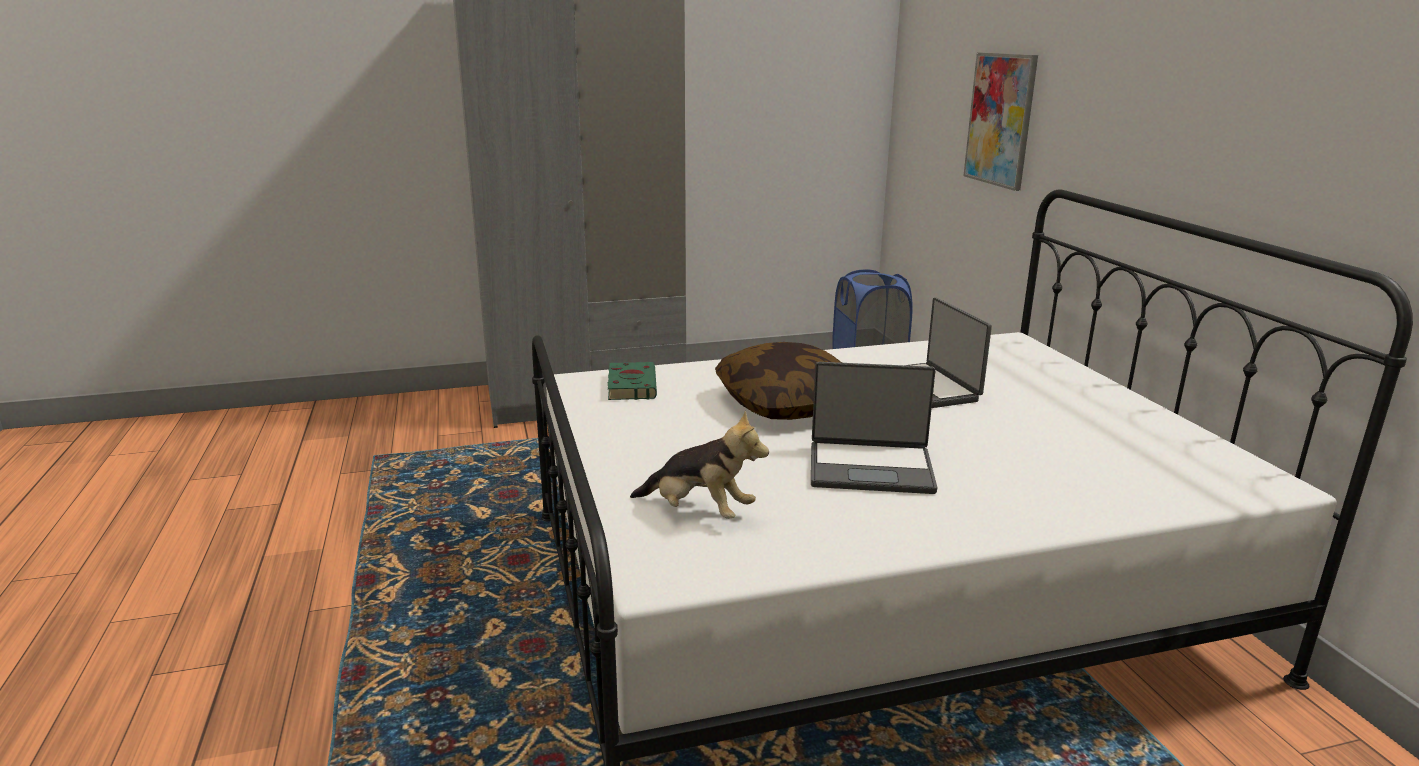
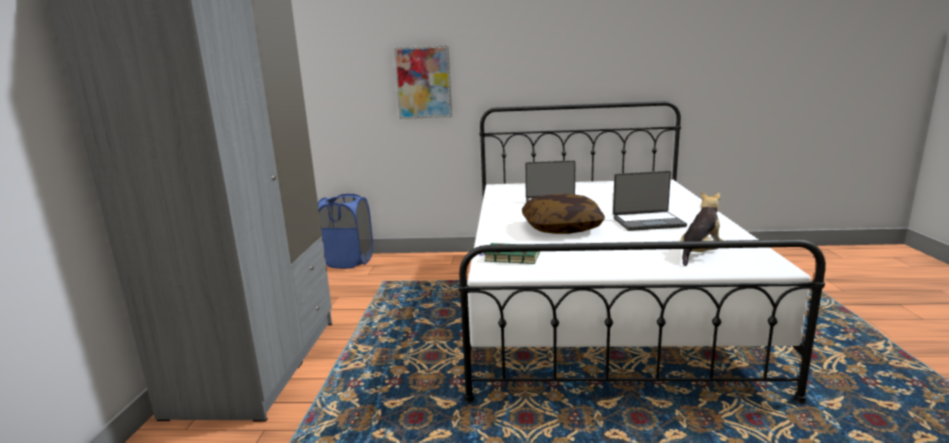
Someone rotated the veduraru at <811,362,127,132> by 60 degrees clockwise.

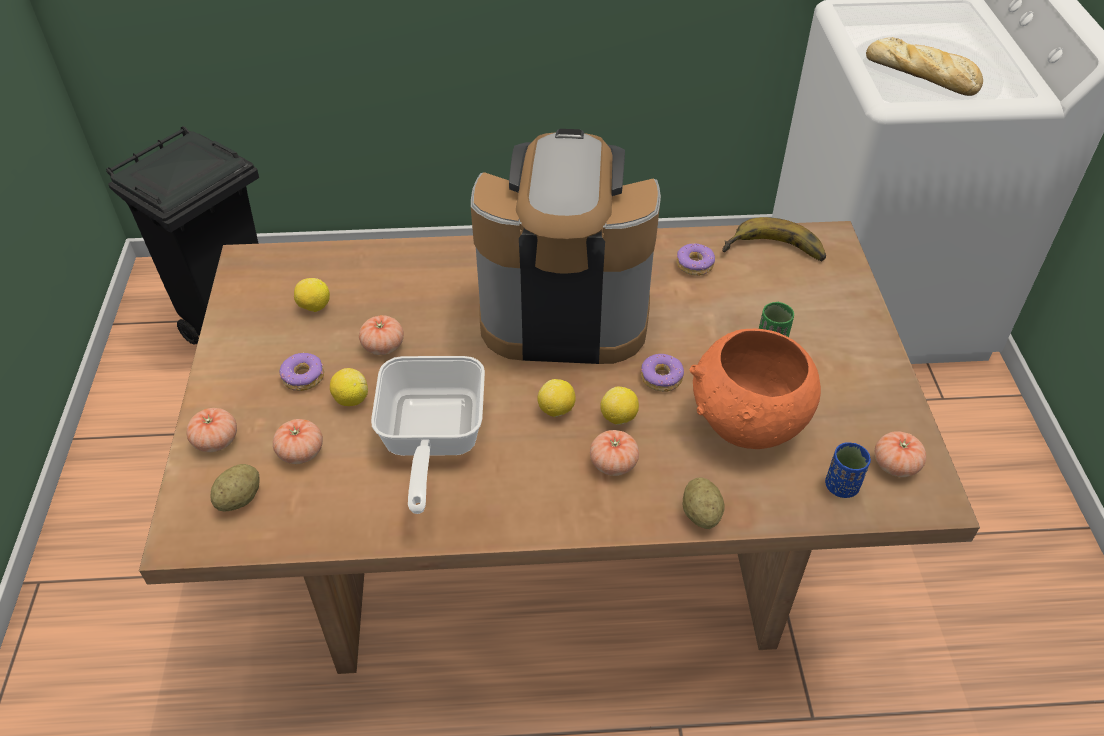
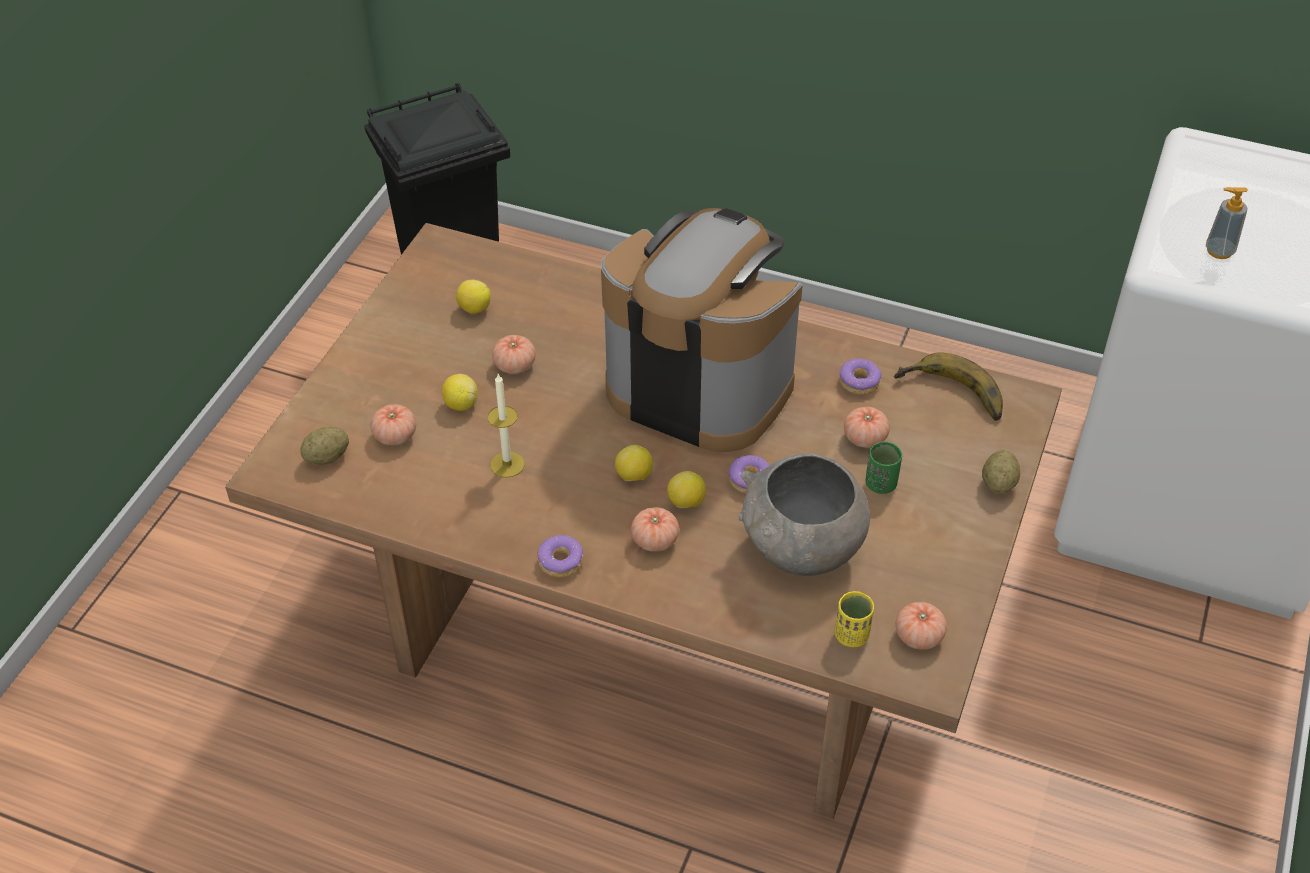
Someone carried the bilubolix from <187,408,50,44> to <844,407,46,41>. Someone carried the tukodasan from <279,352,45,39> to <537,535,46,43>. Someone swapped the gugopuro at <371,356,114,158> for the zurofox at <487,374,38,104>. Someone carried the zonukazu from <683,478,42,51> to <982,450,38,45>. Someone repainted the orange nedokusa at <690,329,131,120>, which became the grey nedokusa at <739,453,131,123>. Someone repainted the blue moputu at <825,442,46,56>, which became the yellow moputu at <835,591,39,56>. Someone swapped the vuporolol at <866,37,117,59> for the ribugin at <1206,187,42,72>.

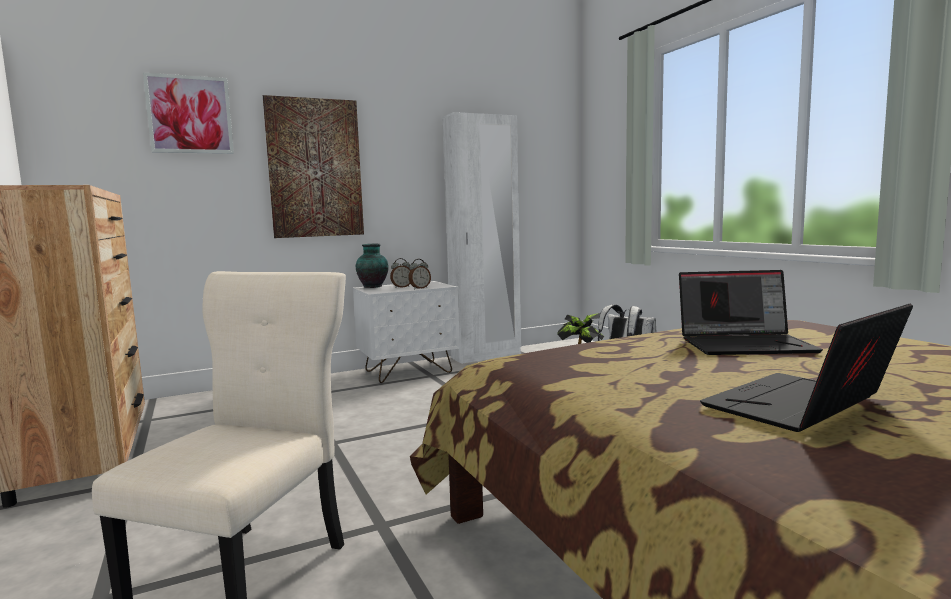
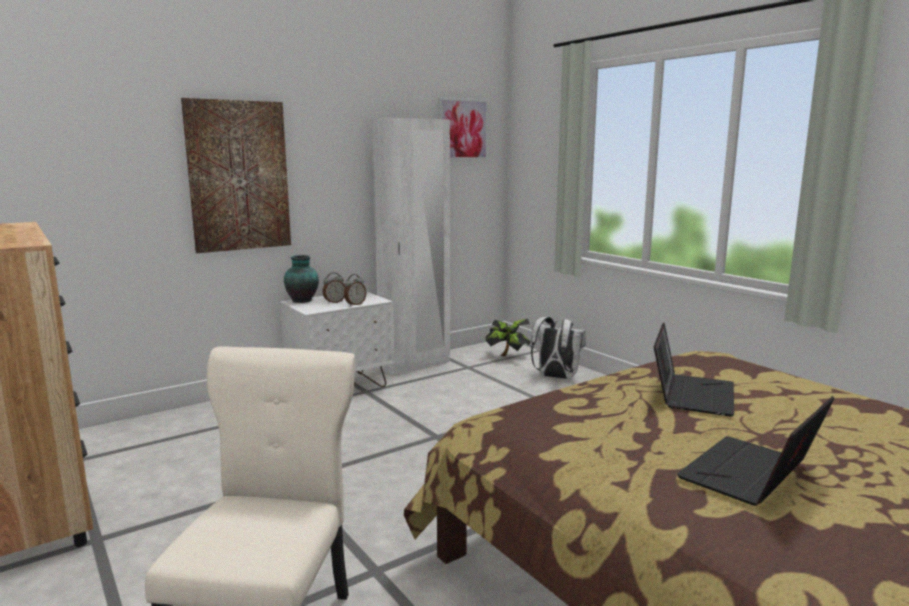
Someone carried the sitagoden from <143,72,91,82> to <438,97,51,63>. Someone rotated the veduraru at <679,270,144,85> by 60 degrees counterclockwise.

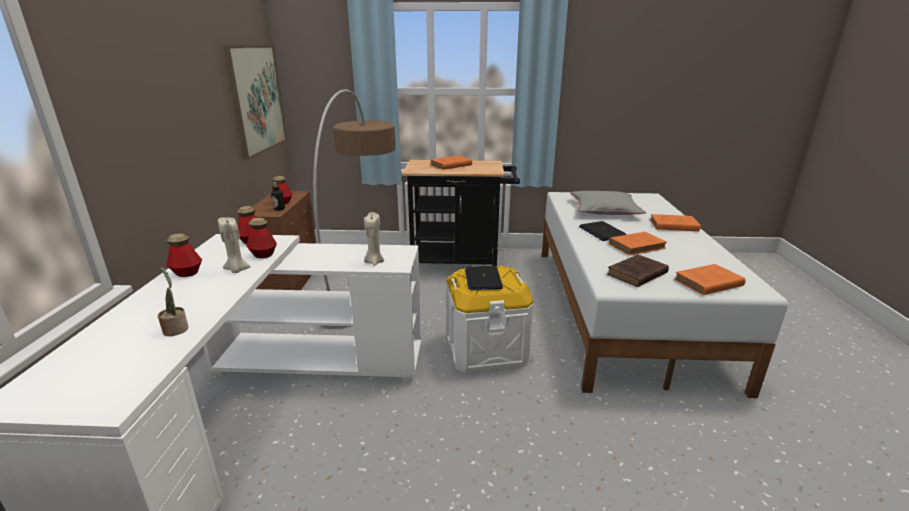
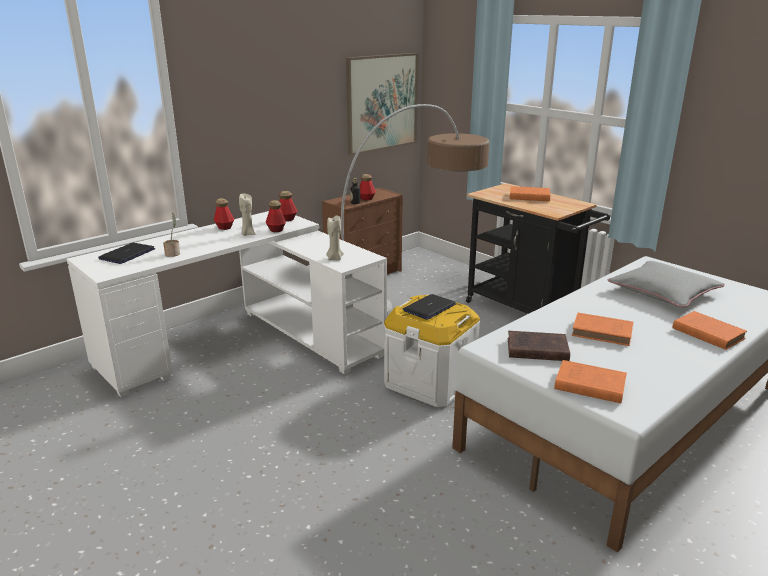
Someone carried the veduraru from <579,221,48,20> to <98,243,57,21>.

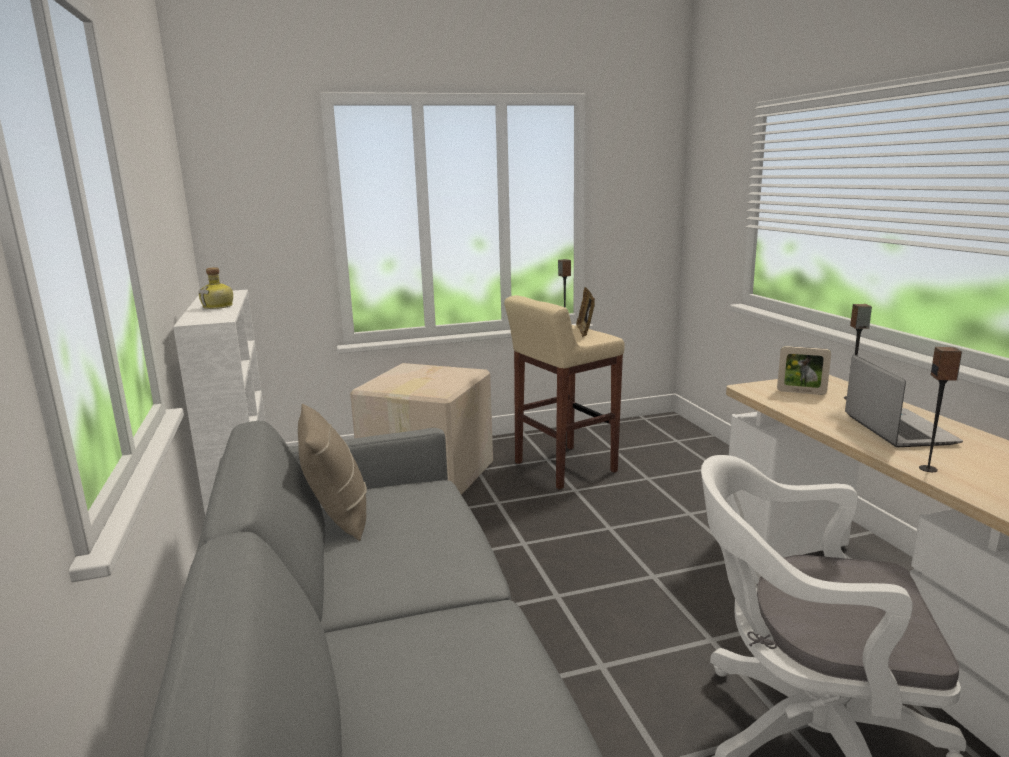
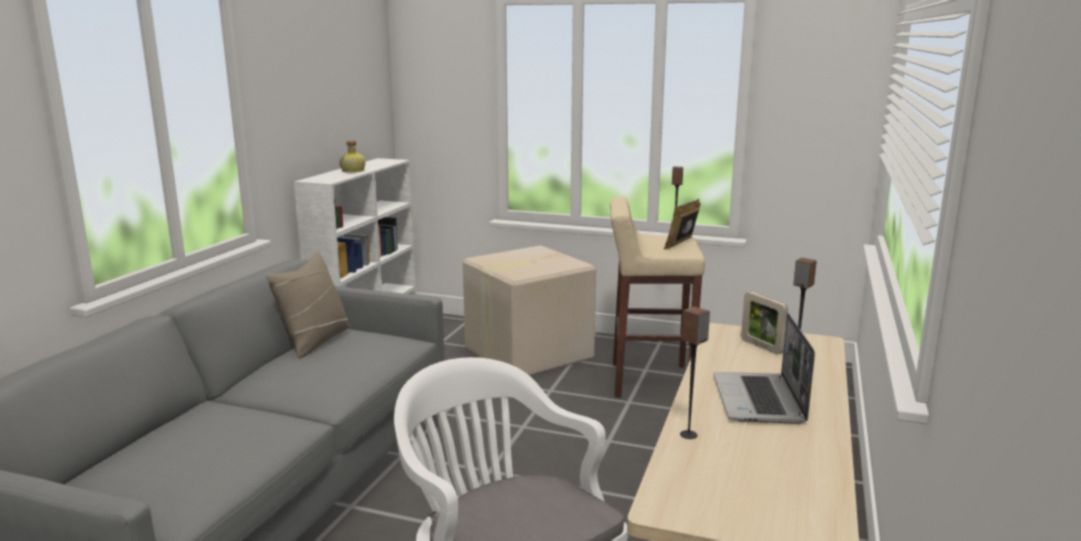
Someone rotated the veduraru at <845,354,118,93> by 150 degrees clockwise.

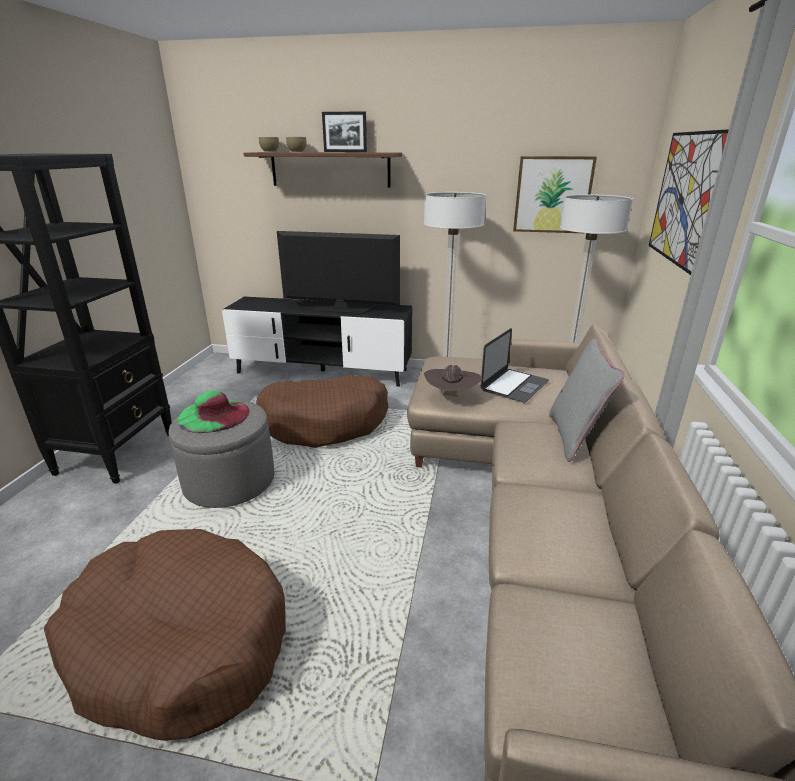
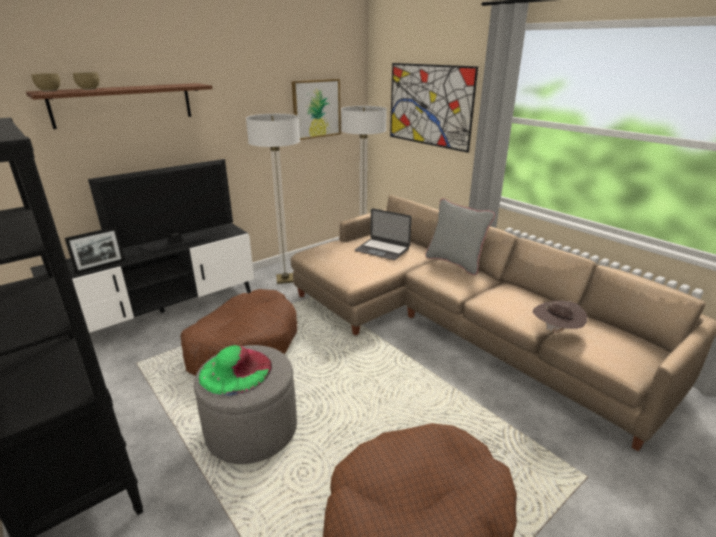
Someone carried the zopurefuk from <322,111,45,41> to <65,227,60,47>. Someone carried the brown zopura from <424,365,59,32> to <532,301,56,32>. Someone rotated the veduraru at <481,328,68,75> by 135 degrees clockwise.

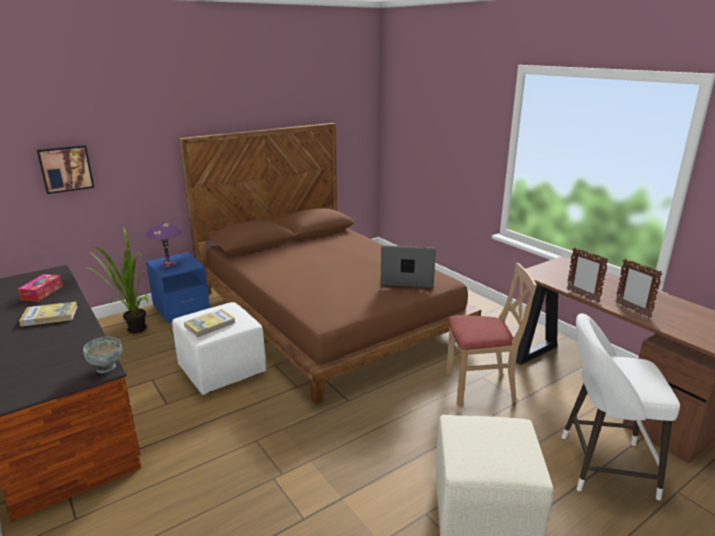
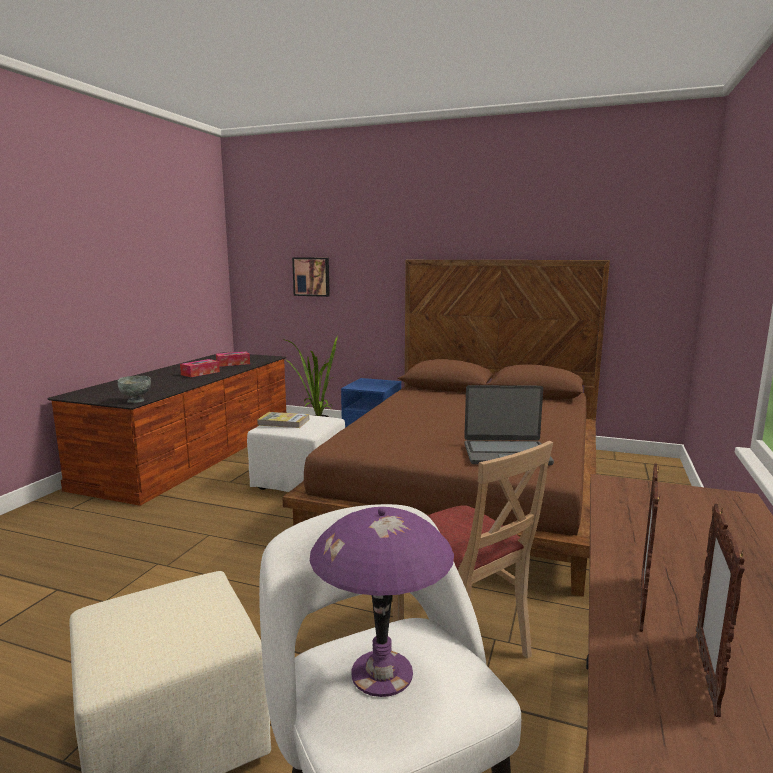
Someone swapped the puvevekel at <19,302,58,24> for the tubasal at <180,359,40,18>. Someone carried the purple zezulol from <146,222,36,45> to <310,507,144,190>. Someone rotated the veduraru at <381,245,55,43> by 120 degrees clockwise. Someone carried the zopurefuk from <567,248,42,55> to <696,504,49,213>.

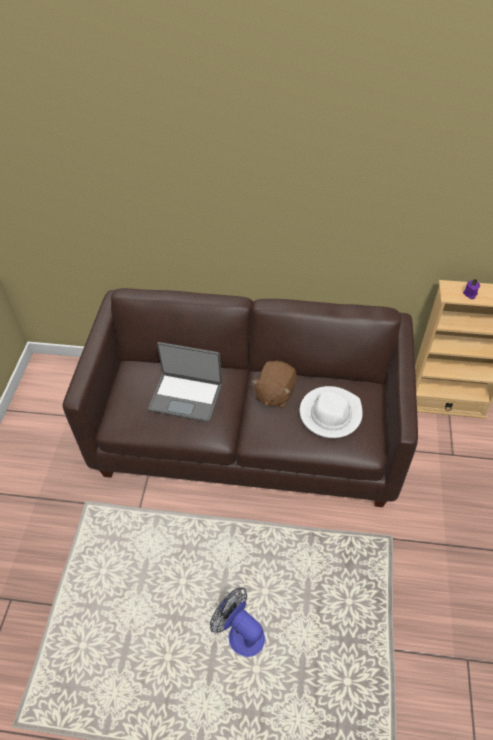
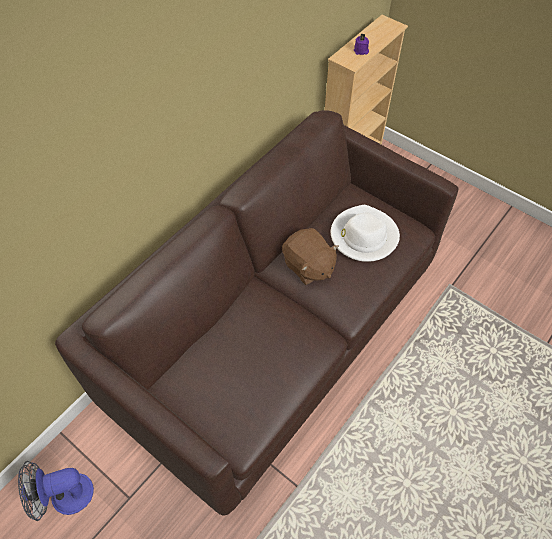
Someone took away the veduraru at <148,342,74,80>. Someone carried the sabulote from <210,587,55,70> to <18,461,76,60>.

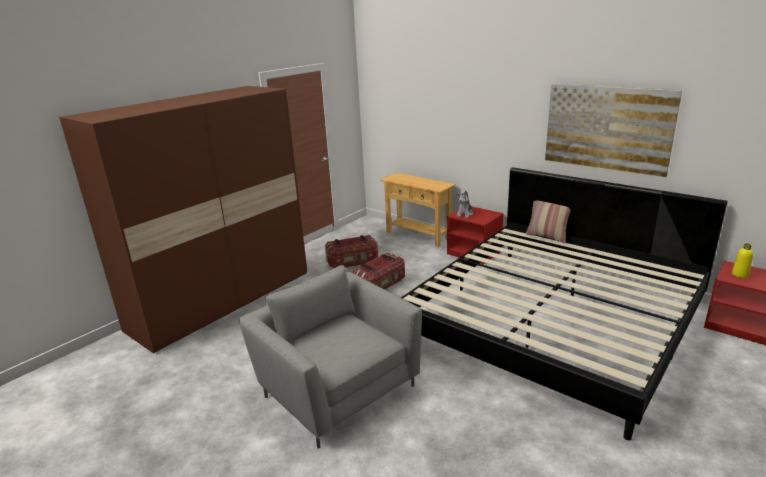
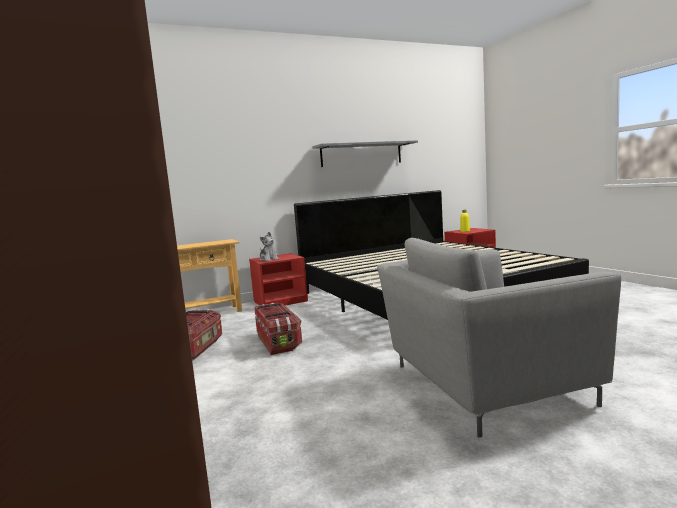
Someone took away the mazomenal at <526,200,44,43>. Someone swapped the sitagoden at <545,84,137,93> for the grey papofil at <312,140,106,27>.

